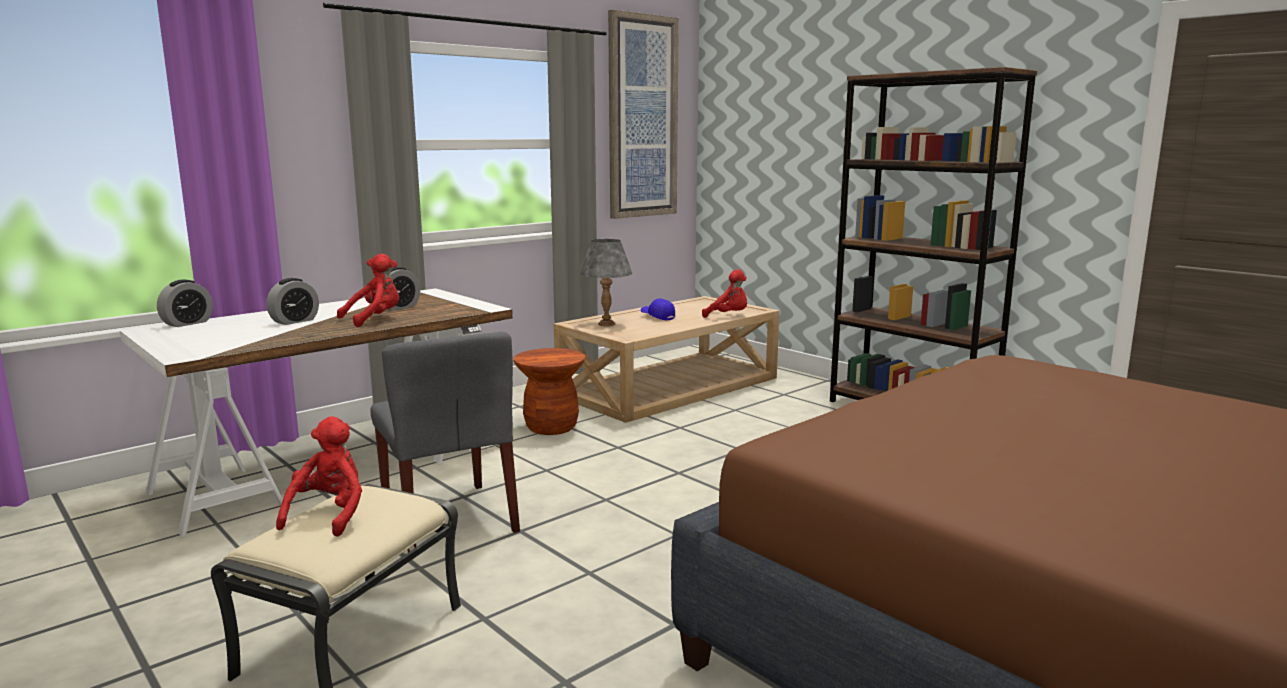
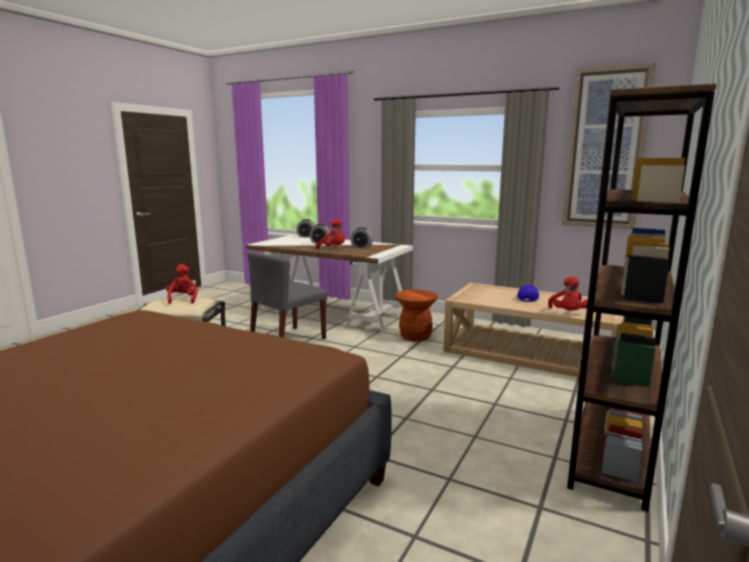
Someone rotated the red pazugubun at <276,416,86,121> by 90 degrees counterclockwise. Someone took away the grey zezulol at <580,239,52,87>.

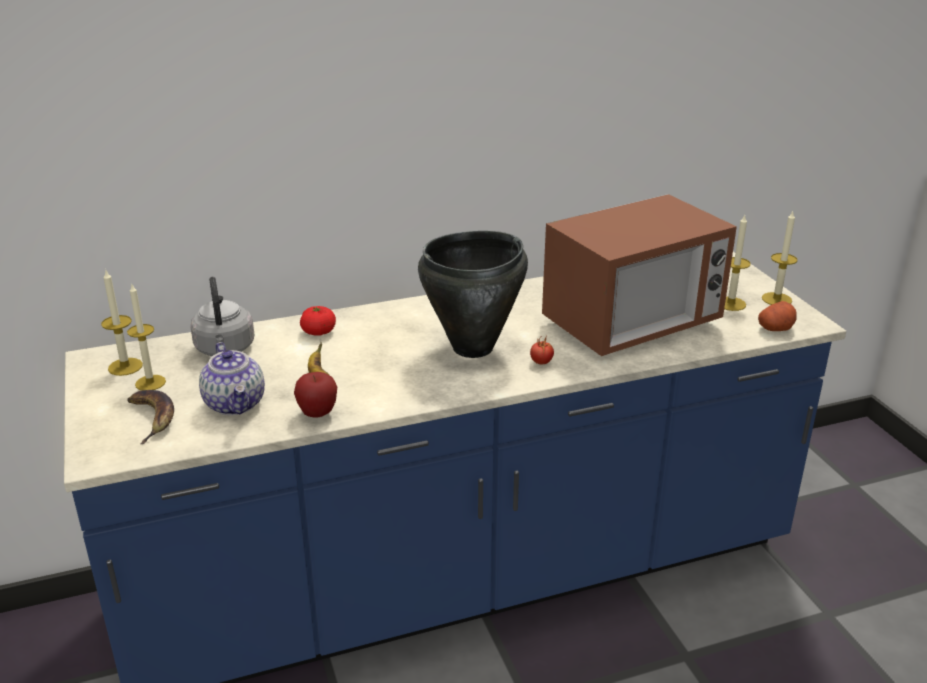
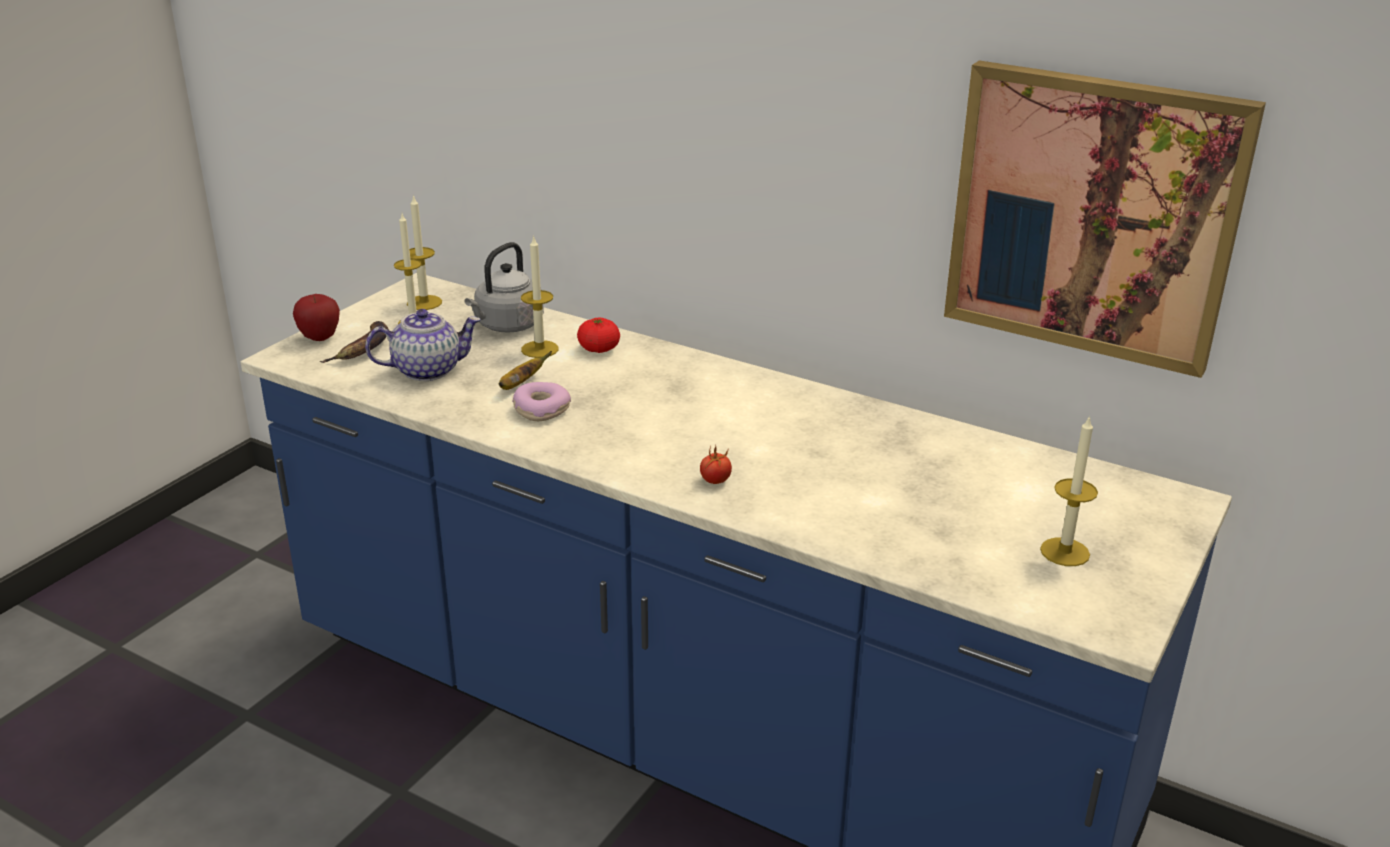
Someone rotated the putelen at <199,342,66,73> by 135 degrees counterclockwise. Someone carried the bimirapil from <294,372,43,46> to <293,294,47,47>. Someone took away the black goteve at <418,231,110,127>. Someone took away the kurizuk at <542,194,195,162>. Someone took away the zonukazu at <758,301,39,30>. Someone carried the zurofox from <762,212,36,93> to <521,235,38,123>. Someone put down the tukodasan at <512,382,59,39>. Someone put up the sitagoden at <944,61,322,317>.

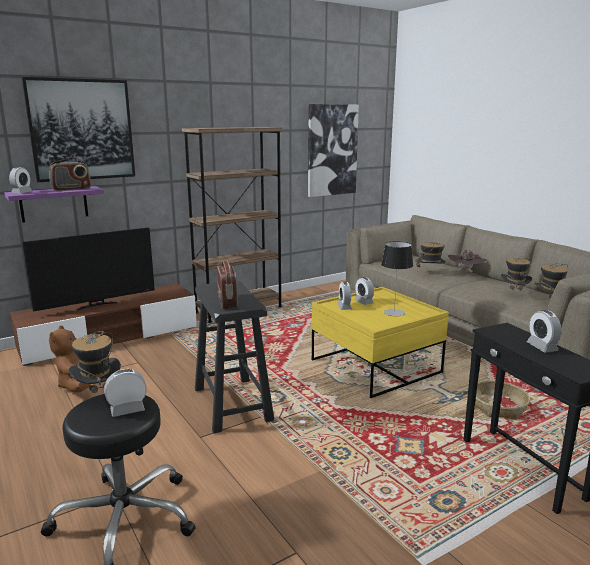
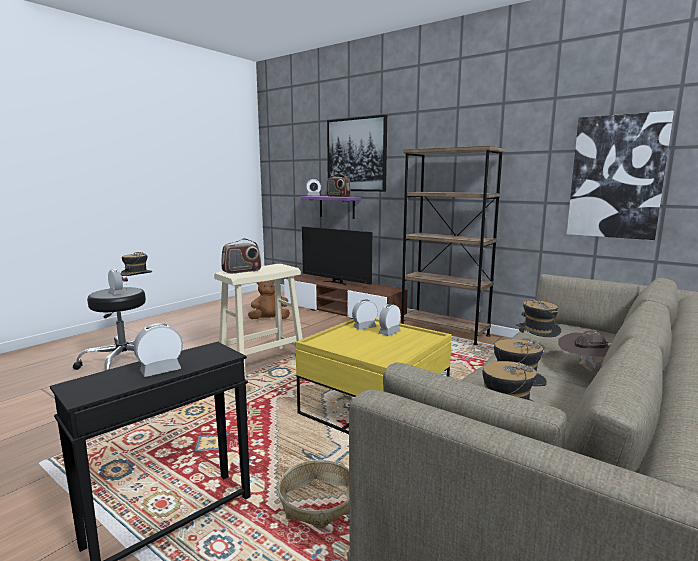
Someone repainted the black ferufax at <195,281,79,152>, which became the beige ferufax at <214,264,89,114>. Someone took away the zezulol at <381,241,32,75>.

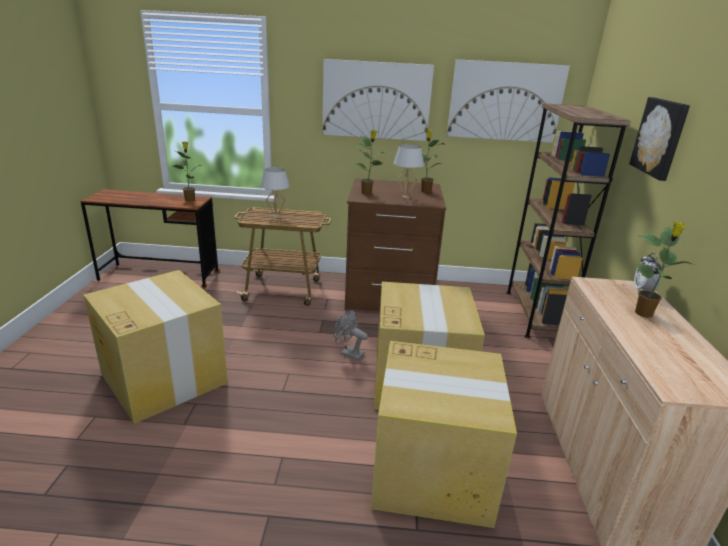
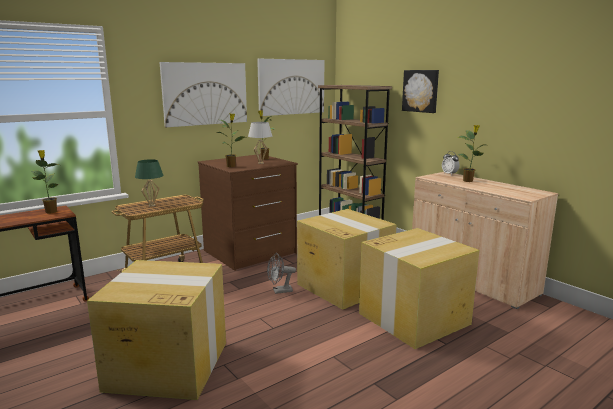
Someone repainted the white zezulol at <261,167,29,51>, which became the green zezulol at <135,159,29,47>.

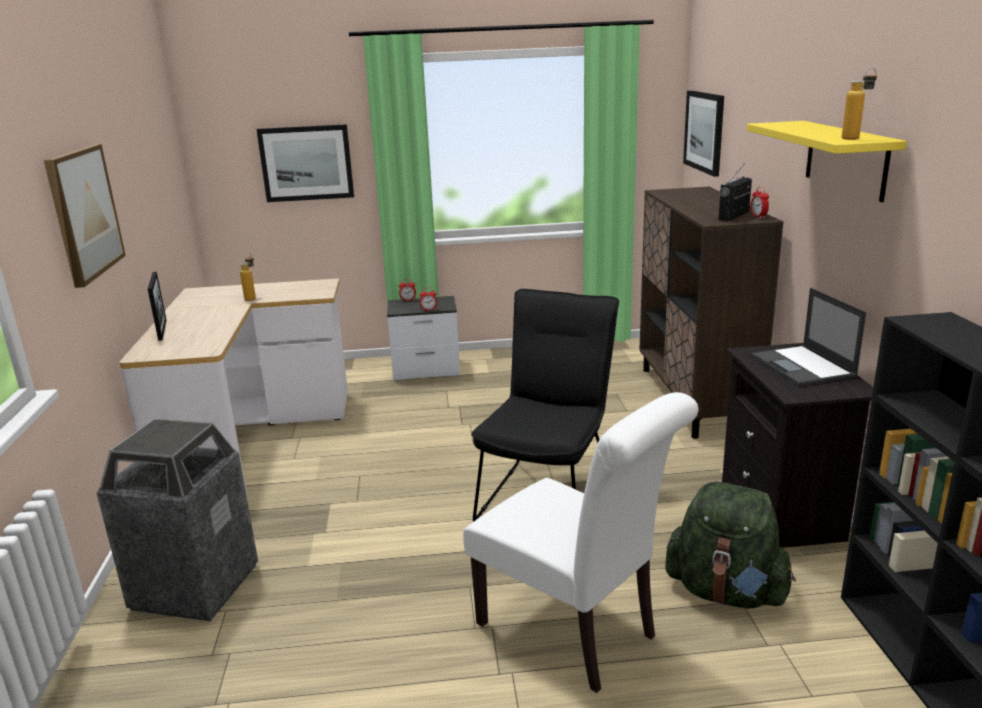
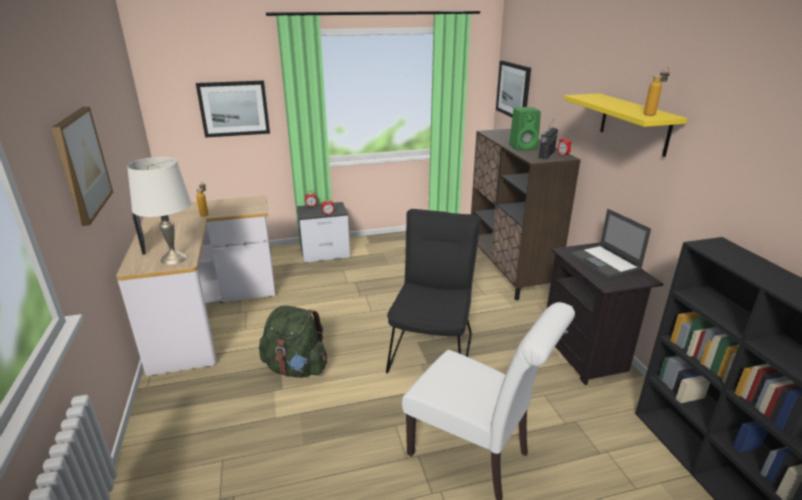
Someone took away the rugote at <97,419,161,202>. Someone carried the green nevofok from <665,482,131,127> to <259,306,68,72>. Someone put down the white zezulol at <127,157,64,108>. Someone put down the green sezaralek at <509,107,32,43>.

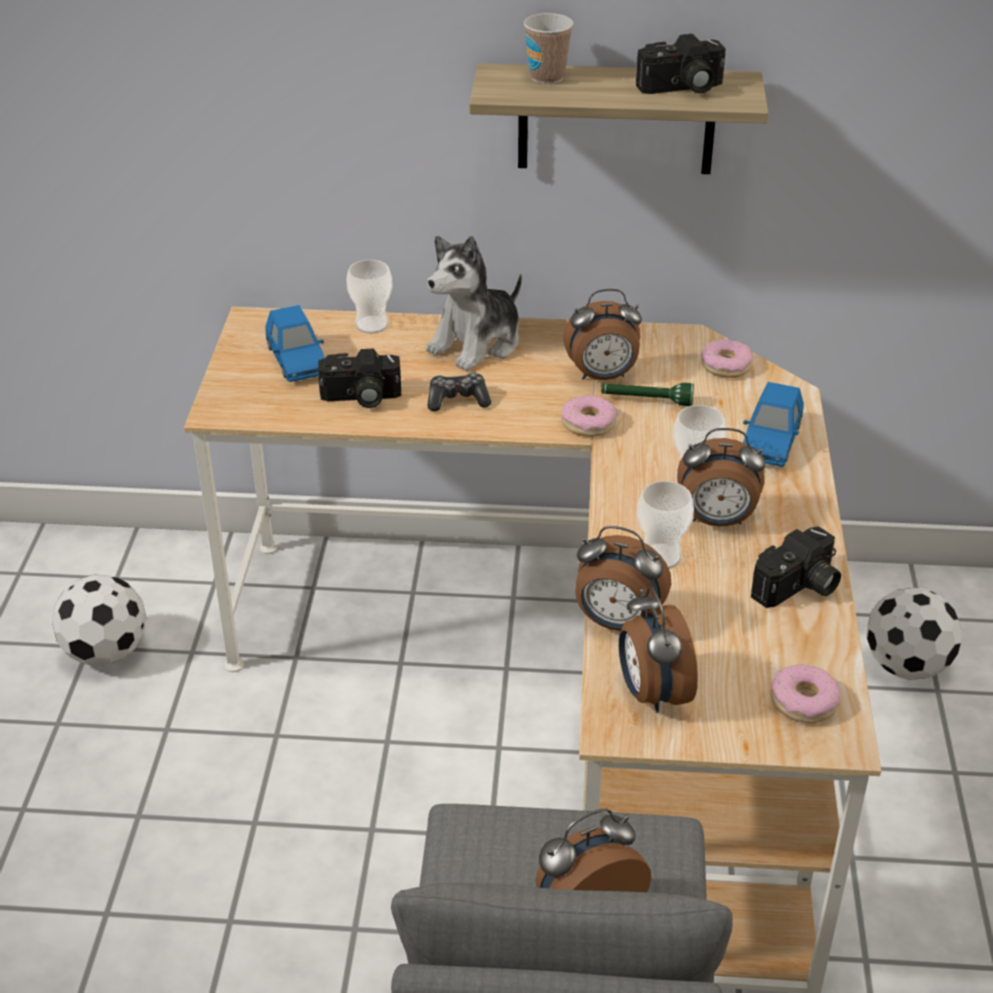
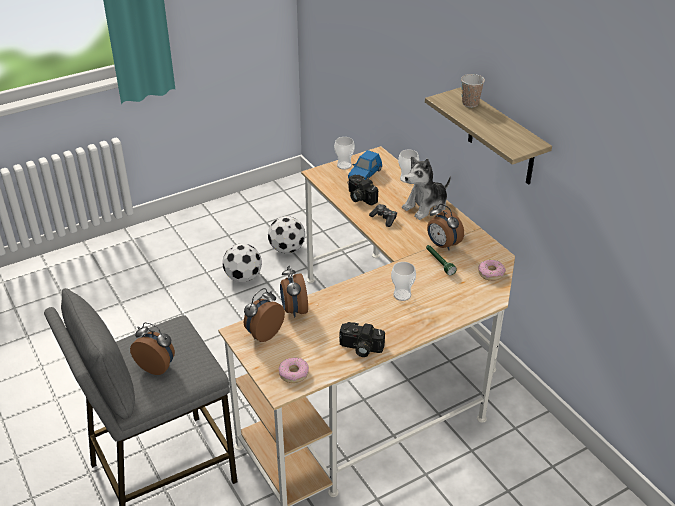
Someone rotated the pazugubun at <426,236,96,135> by 45 degrees counterclockwise. Someone took away the tukodasan at <561,395,57,42>. Someone took away the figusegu at <636,34,90,60>. Someone carried the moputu from <637,481,57,88> to <334,137,21,33>. Someone took away the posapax at <677,428,88,98>. Someone took away the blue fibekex at <743,382,61,85>. Someone carried the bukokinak from <866,587,96,93> to <222,243,40,39>.

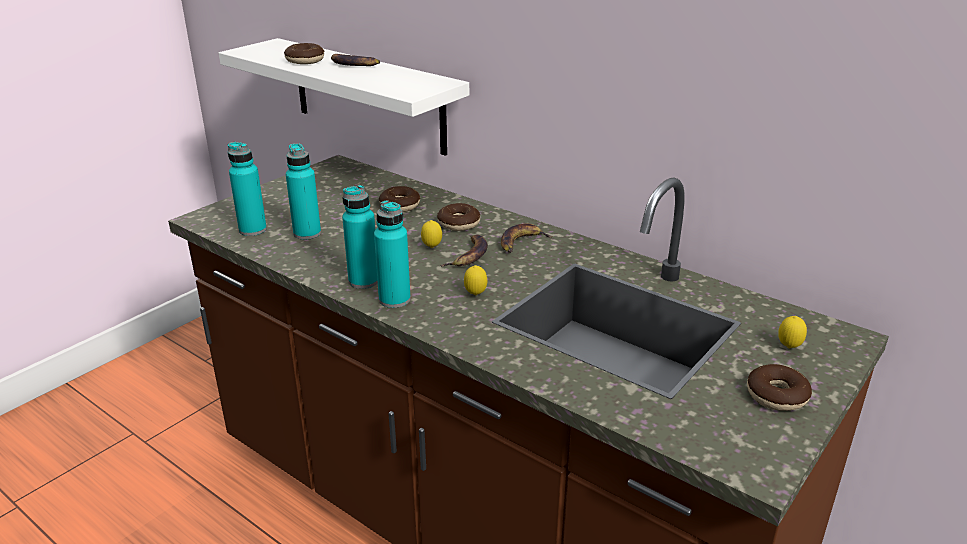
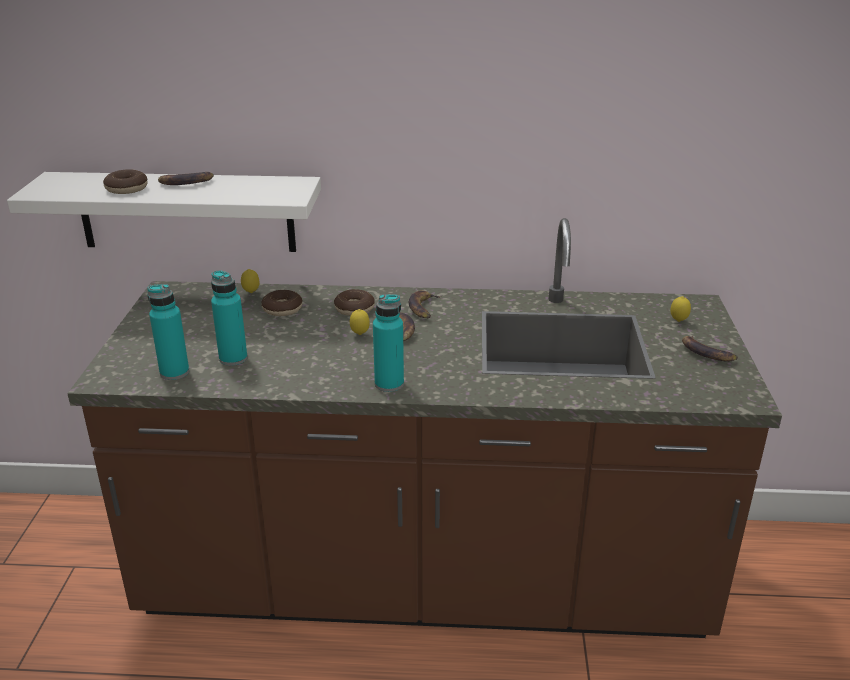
Someone took away the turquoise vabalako at <342,185,36,104>. Someone carried the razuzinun from <464,265,23,30> to <241,269,19,24>. Someone swapped the tukodasan at <747,364,65,47> for the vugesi at <682,335,56,27>.

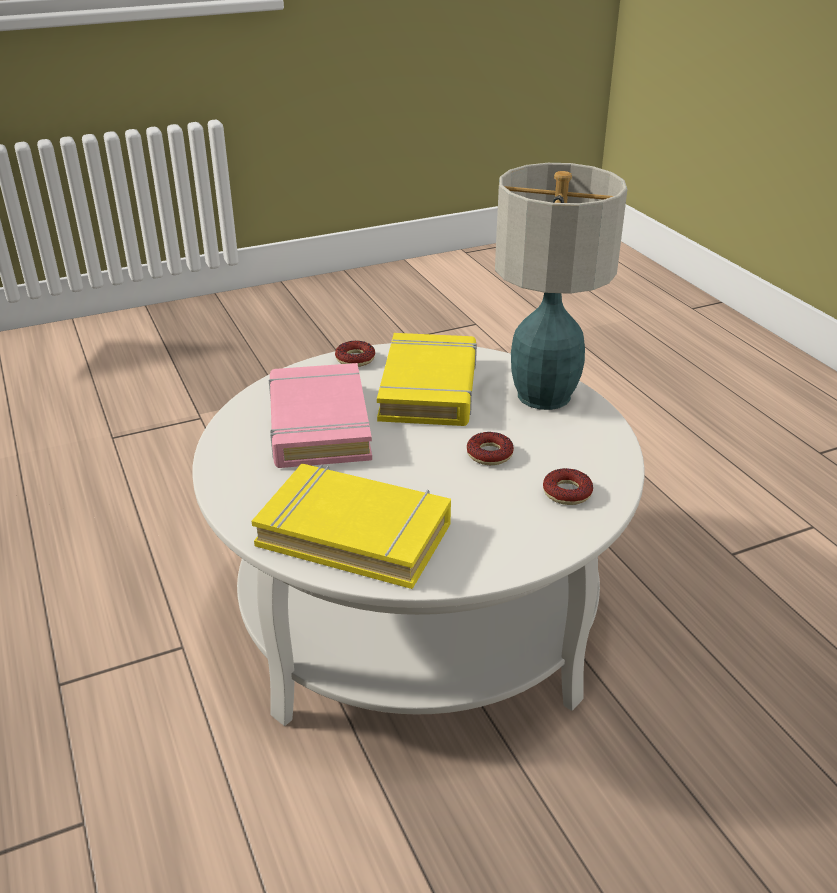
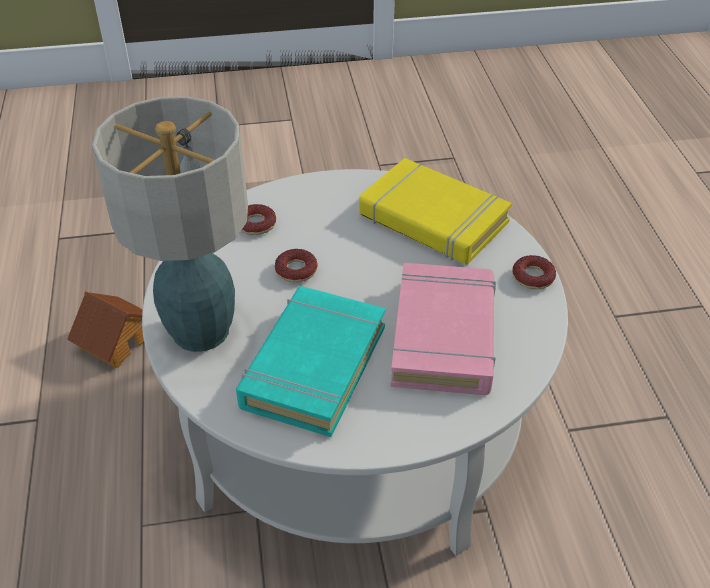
Someone carried the tukodasan from <335,341,40,26> to <512,255,44,35>. Someone repainted the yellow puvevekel at <377,333,100,93>, which became the turquoise puvevekel at <236,286,149,151>. Someone put down the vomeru at <67,292,77,76>.

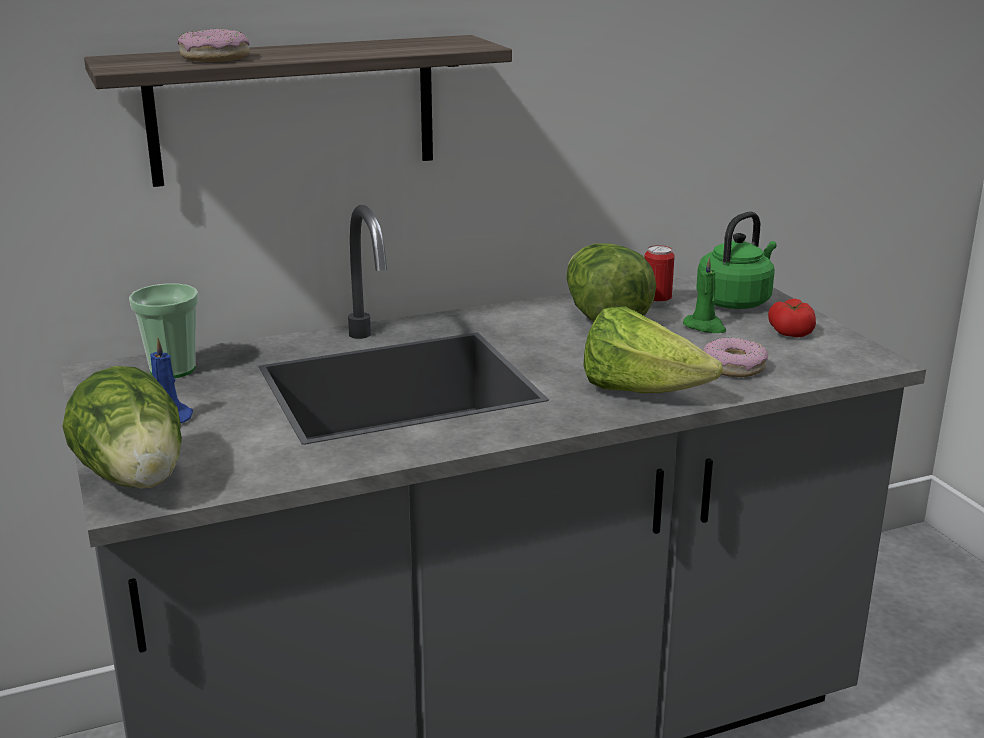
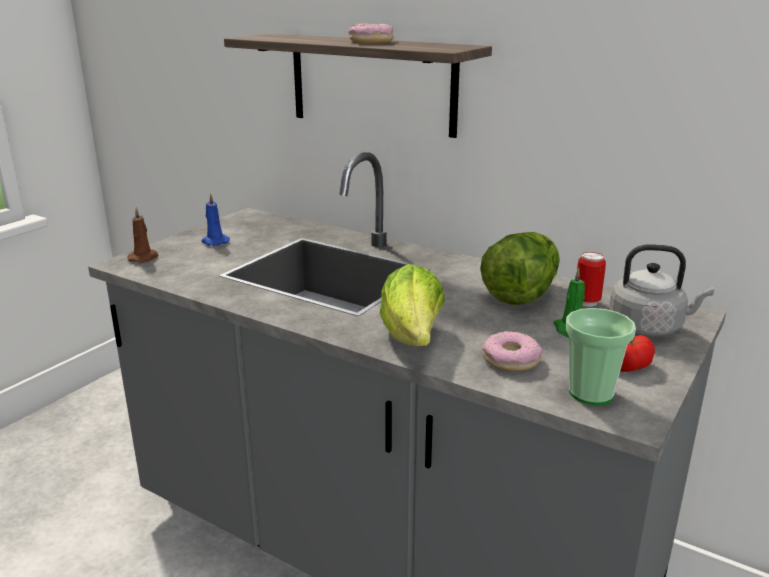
Someone swapped the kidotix at <62,366,120,122> for the brown zurofox at <127,207,31,56>. Someone carried the moputu from <129,283,70,95> to <566,308,70,97>. Someone carried the tukodasan from <177,29,73,33> to <349,23,45,20>. Someone repainted the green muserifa at <696,211,81,98>, which became the grey muserifa at <609,244,105,93>.

